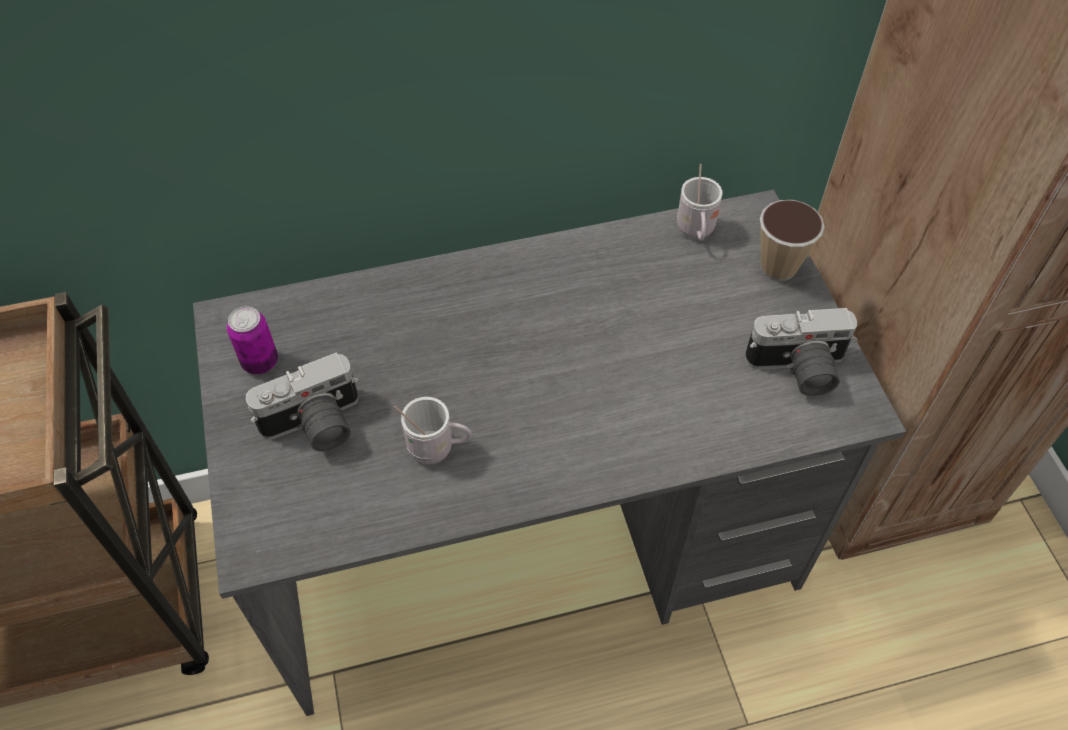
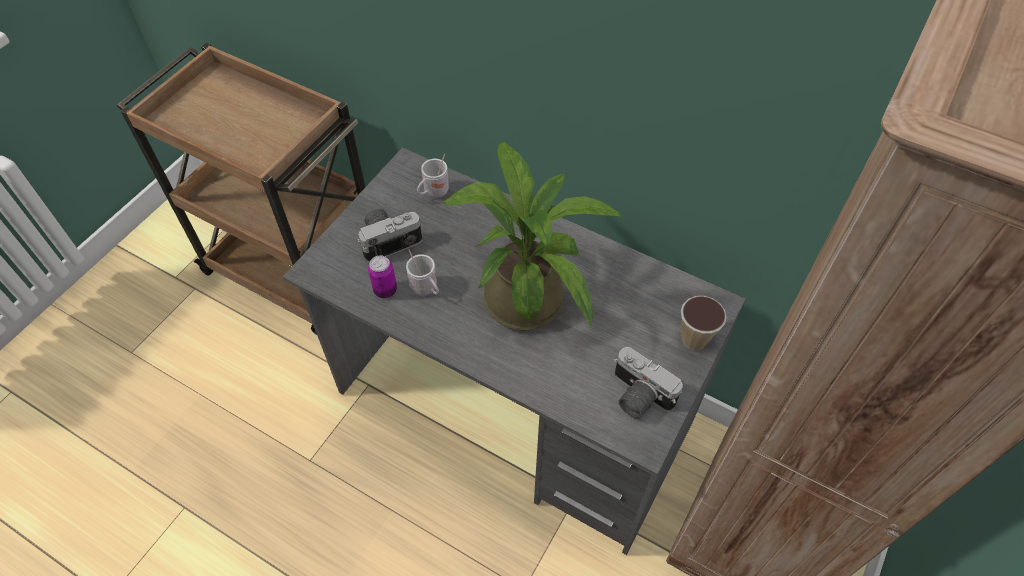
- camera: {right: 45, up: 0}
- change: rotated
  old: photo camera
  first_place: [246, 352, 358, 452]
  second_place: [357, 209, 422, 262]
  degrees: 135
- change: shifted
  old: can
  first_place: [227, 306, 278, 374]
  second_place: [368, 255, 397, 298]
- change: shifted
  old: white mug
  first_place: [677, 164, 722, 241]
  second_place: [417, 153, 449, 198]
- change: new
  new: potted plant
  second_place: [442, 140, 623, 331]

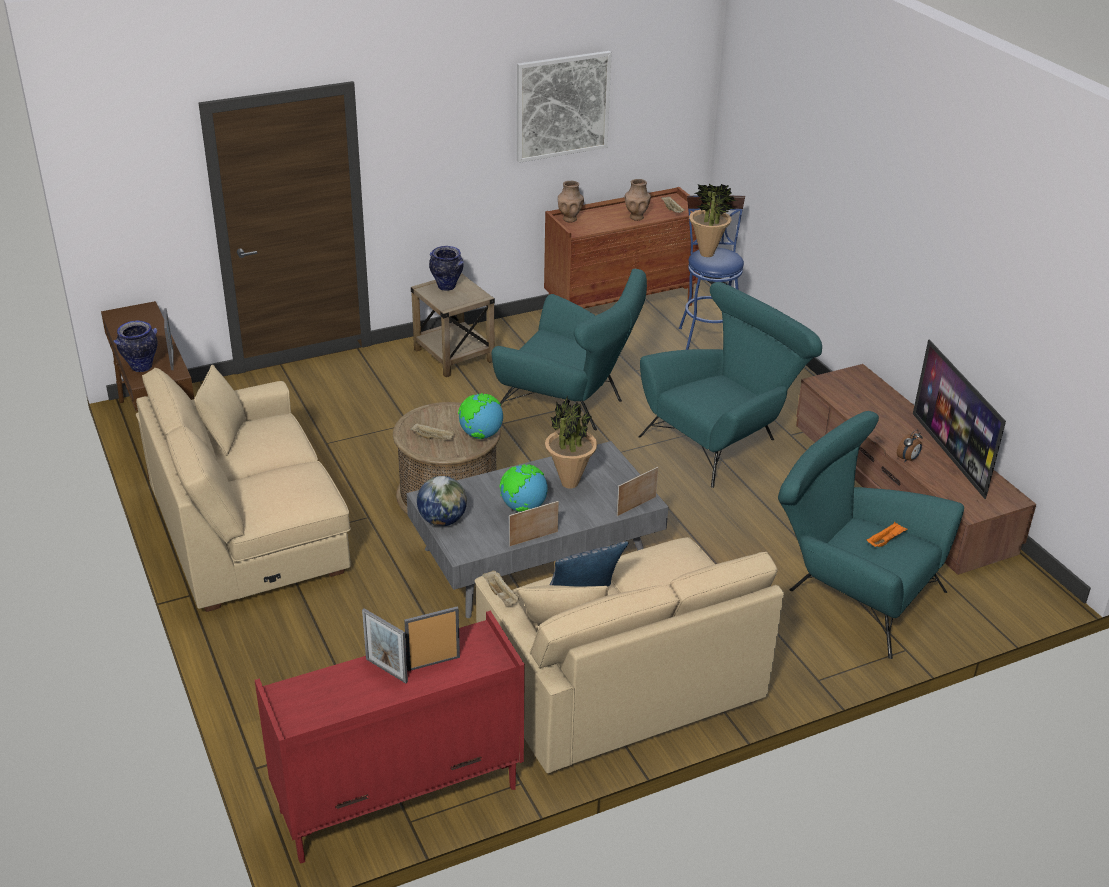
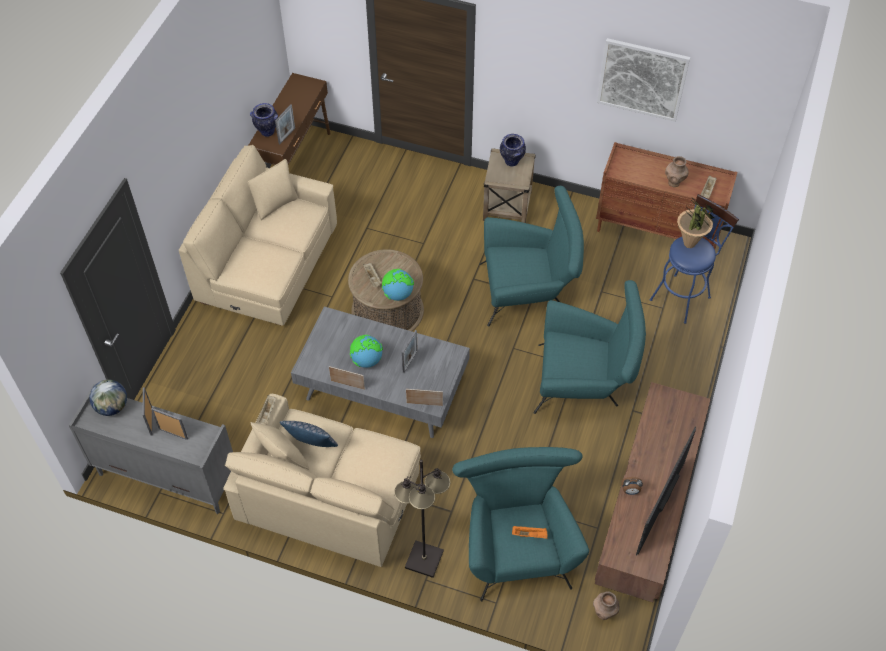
- camera: {right: 45, up: 20}
- change: repainted
  old: red cabinet
  new: grey cabinet
  first_place: [255, 611, 525, 864]
  second_place: [69, 384, 233, 515]
- change: shifted
  old: globe
  first_place: [417, 476, 467, 526]
  second_place: [89, 380, 127, 416]
- change: new
  new: black floor lamp
  second_place: [394, 460, 450, 578]
- change: swapped
  old: potted plant
  new: picture frame
  first_place: [545, 396, 597, 489]
  second_place: [402, 330, 418, 373]
- change: rotated
  old: turquoise armchair
  first_place: [492, 269, 647, 430]
  second_place: [479, 186, 584, 326]
  degrees: -75
- change: shifted
  old: brown vase
  first_place: [558, 181, 584, 222]
  second_place: [593, 591, 619, 620]

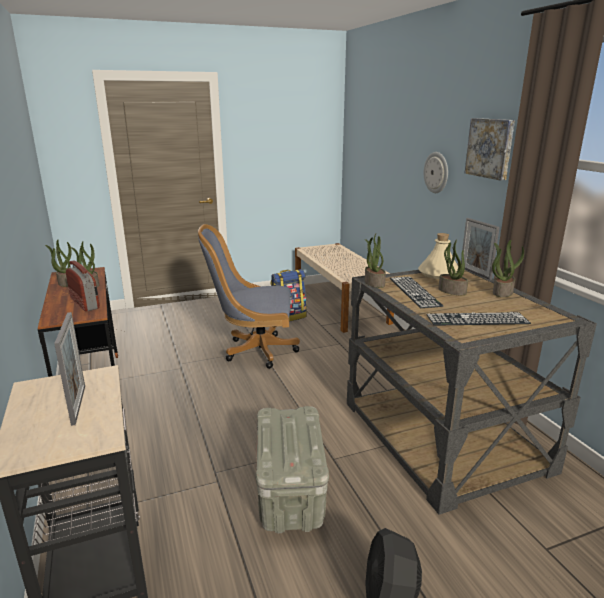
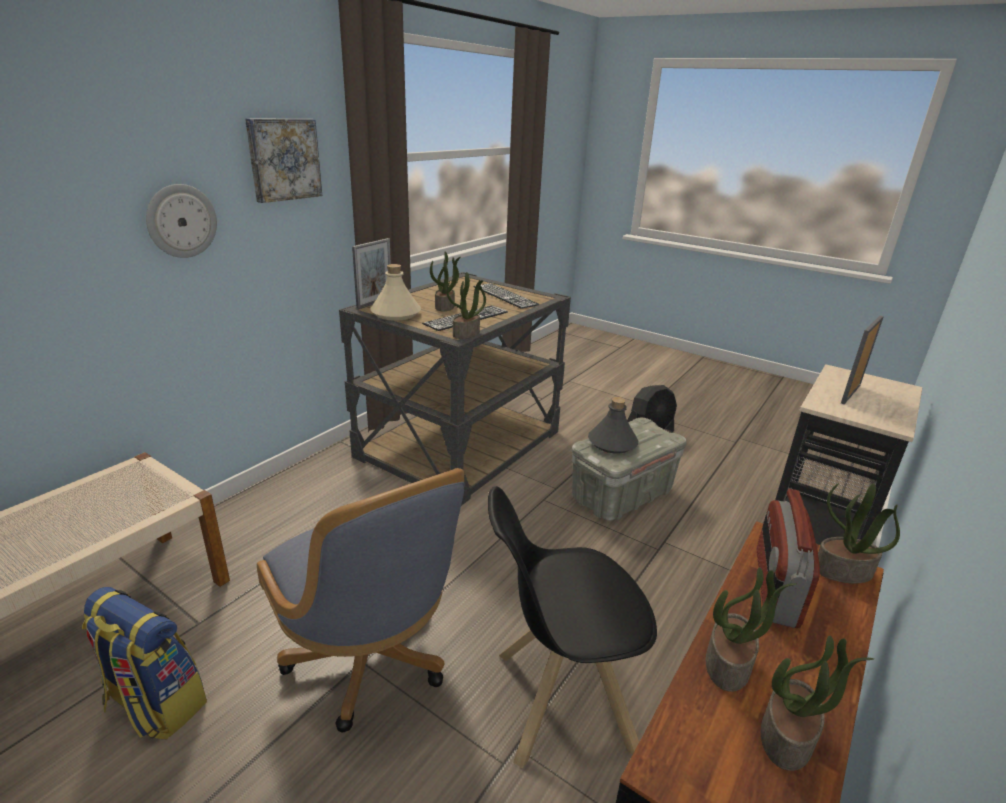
- camera: {right: -125, up: 5}
- change: new
  new: black chair
  second_place: [488, 486, 657, 769]
- change: new
  new: grey bottle
  second_place: [588, 397, 638, 454]
- change: shifted
  old: potted plant
  first_place: [492, 240, 524, 297]
  second_place: [818, 483, 900, 583]

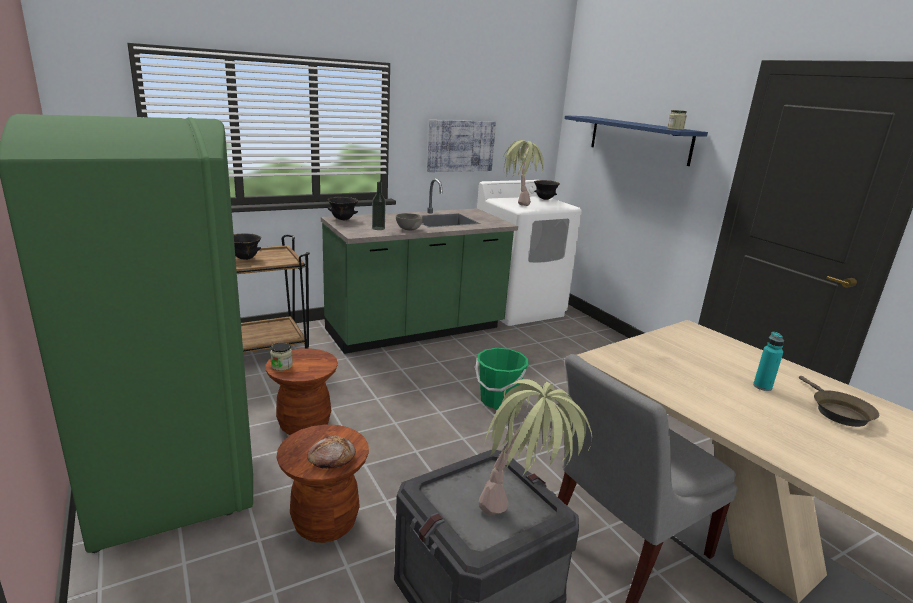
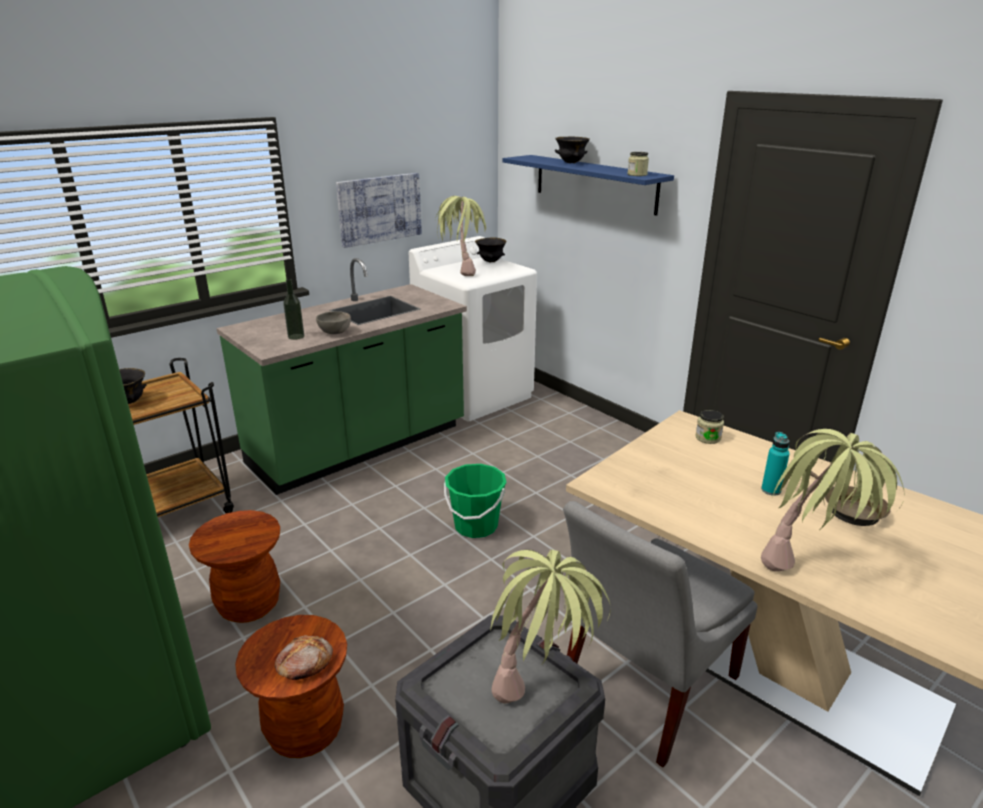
- camera: {right: -10, up: 5}
- change: shifted
  old: black bowl
  first_place: [328, 197, 358, 220]
  second_place: [555, 137, 590, 163]
- change: shifted
  old: jar
  first_place: [270, 342, 293, 371]
  second_place: [695, 410, 724, 444]
- change: new
  new: potted plant
  second_place: [761, 429, 904, 571]

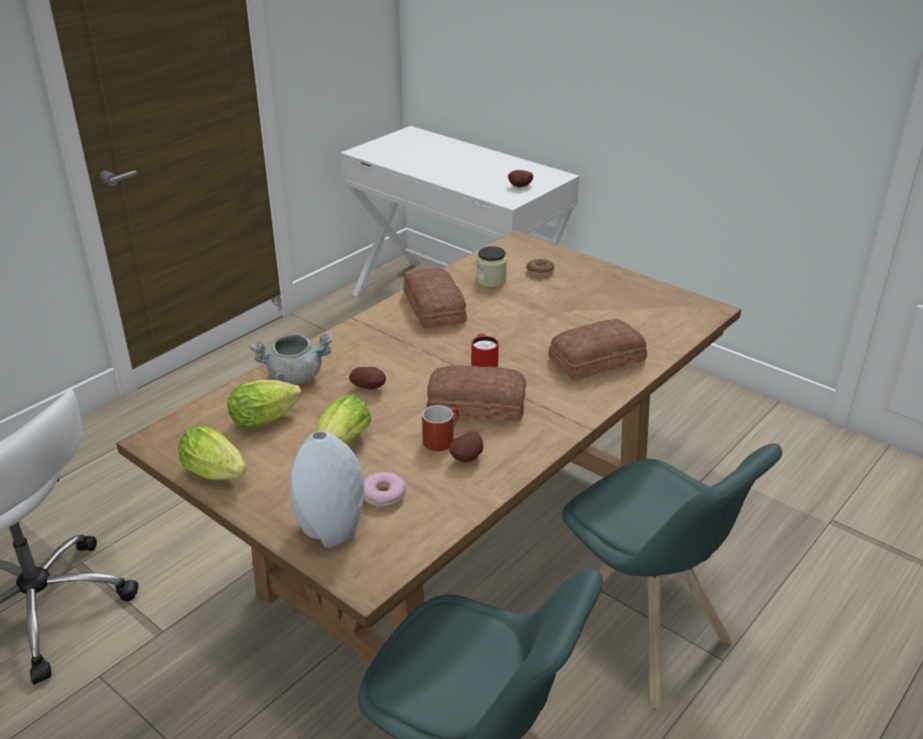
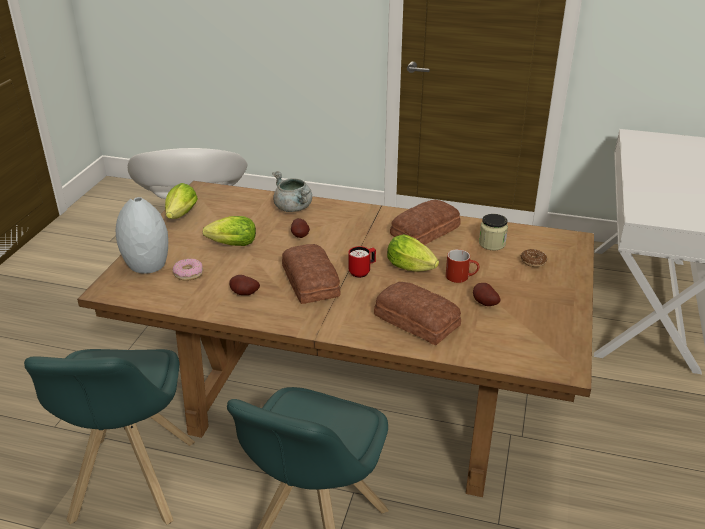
- camera: {right: 65, up: 0}
- change: shifted
  old: lettuce
  first_place: [228, 380, 302, 428]
  second_place: [387, 234, 439, 272]
- change: shifted
  old: red mug
  first_place: [422, 405, 459, 451]
  second_place: [446, 249, 480, 283]
- change: shifted
  old: potato
  first_place: [508, 170, 533, 187]
  second_place: [473, 283, 500, 306]

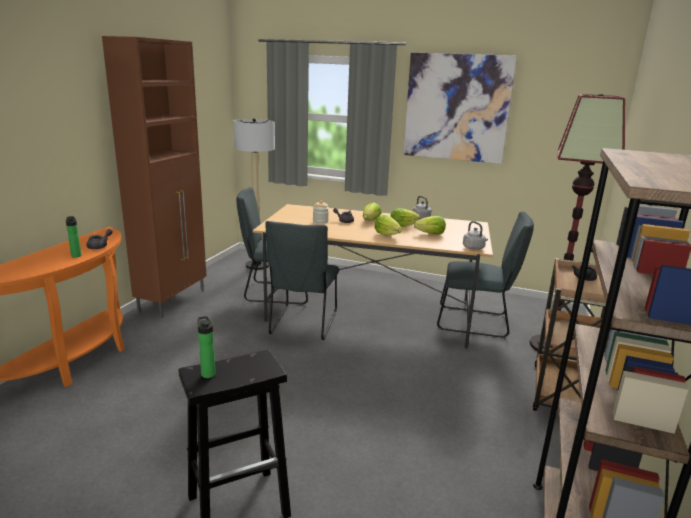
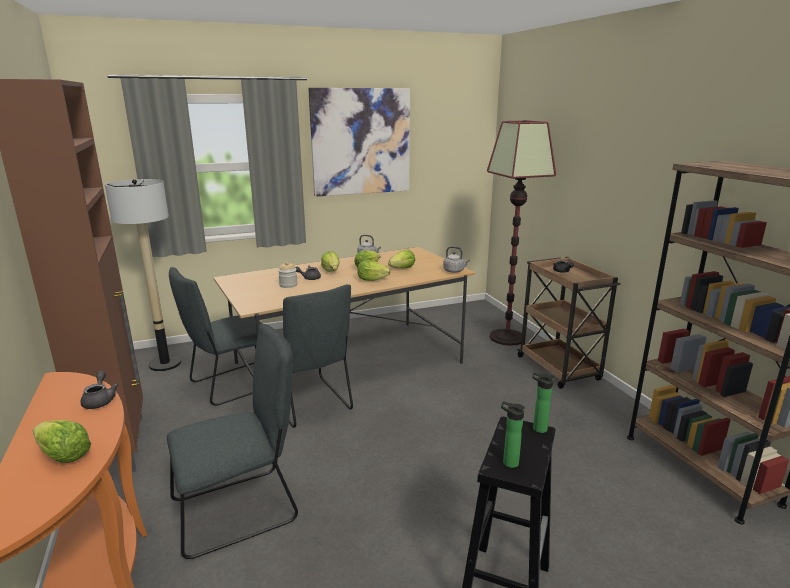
- camera: {right: -40, up: 0}
- change: new
  new: lettuce
  second_place: [33, 420, 91, 463]
- change: shifted
  old: grey chair
  first_place: [437, 212, 534, 337]
  second_place: [167, 324, 298, 559]
- change: shifted
  old: bottle
  first_place: [66, 216, 81, 257]
  second_place: [532, 373, 554, 433]

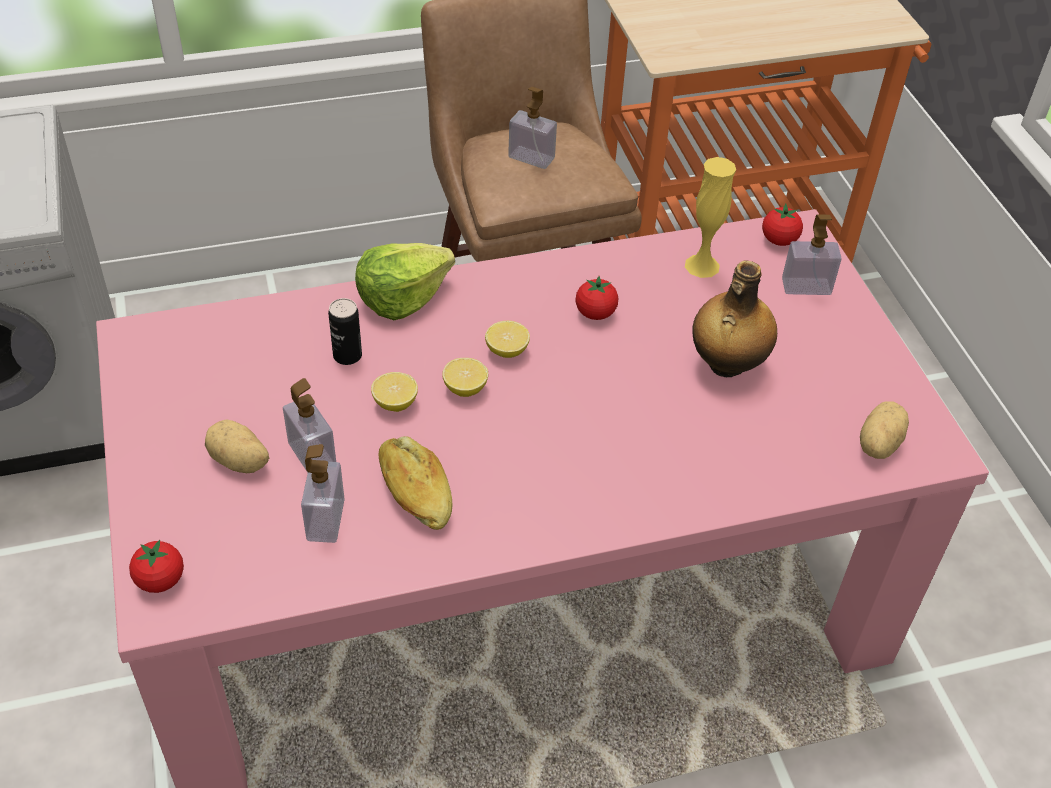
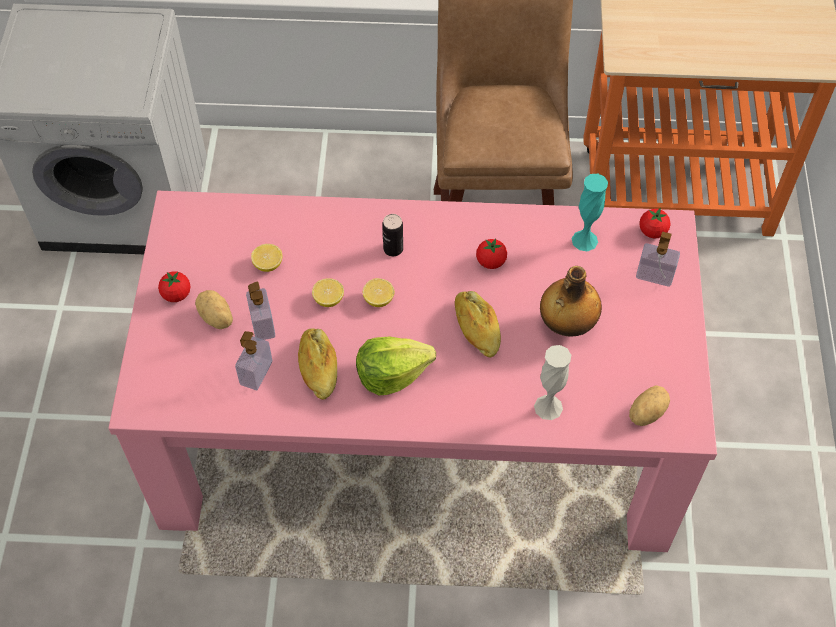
- camera: {right: 20, up: 10}
- change: shifted
  old: tomato
  first_place: [129, 540, 184, 593]
  second_place: [158, 271, 191, 302]
- change: shifted
  old: lemon
  first_place: [485, 321, 530, 358]
  second_place: [251, 244, 282, 272]
- change: shifted
  old: lettuce
  first_place: [355, 243, 455, 320]
  second_place: [356, 336, 436, 395]
- change: shifted
  old: can
  first_place: [328, 298, 362, 365]
  second_place: [382, 214, 403, 256]
- change: new
  new: bread
  second_place: [455, 291, 501, 358]
- change: new
  new: white vase
  second_place: [534, 345, 571, 420]
- change: repainted
  old: yellow vase
  new: turquoise vase
  first_place: [685, 157, 736, 278]
  second_place: [572, 174, 608, 251]
- change: gone
  old: soap dispenser
  first_place: [508, 87, 557, 169]

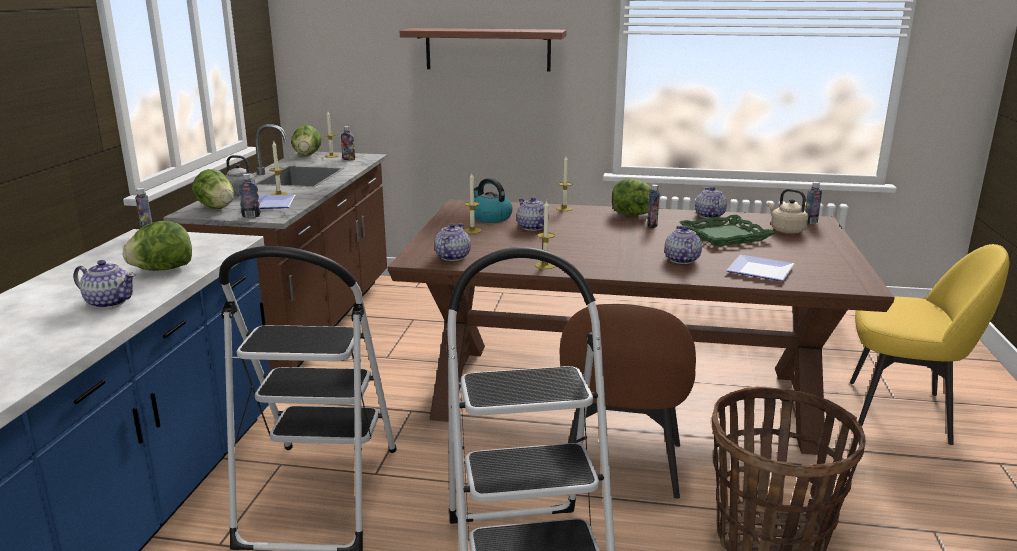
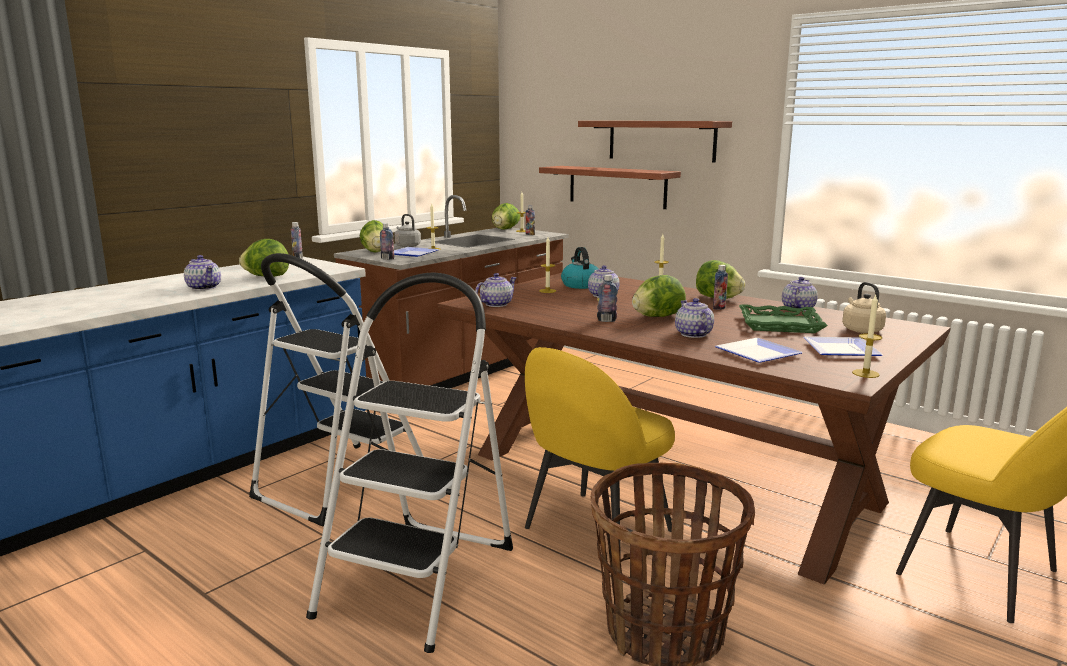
- camera: {right: 30, up: -5}
- change: repainted
  old: brown chair
  new: yellow chair
  first_place: [560, 304, 696, 499]
  second_place: [525, 347, 675, 560]
- change: new
  new: shelf
  second_place: [539, 166, 681, 209]
- change: shifted
  old: bottle
  first_place: [805, 182, 822, 224]
  second_place: [597, 274, 618, 322]
- change: new
  new: lettuce
  second_place: [632, 275, 686, 317]
- change: rotated
  old: teapot
  first_place: [665, 226, 702, 264]
  second_place: [675, 298, 714, 338]
  degrees: -45
- change: new
  new: plate
  second_place: [803, 337, 883, 356]
- change: shifted
  old: candle
  first_place: [535, 200, 556, 269]
  second_place: [852, 295, 882, 378]

